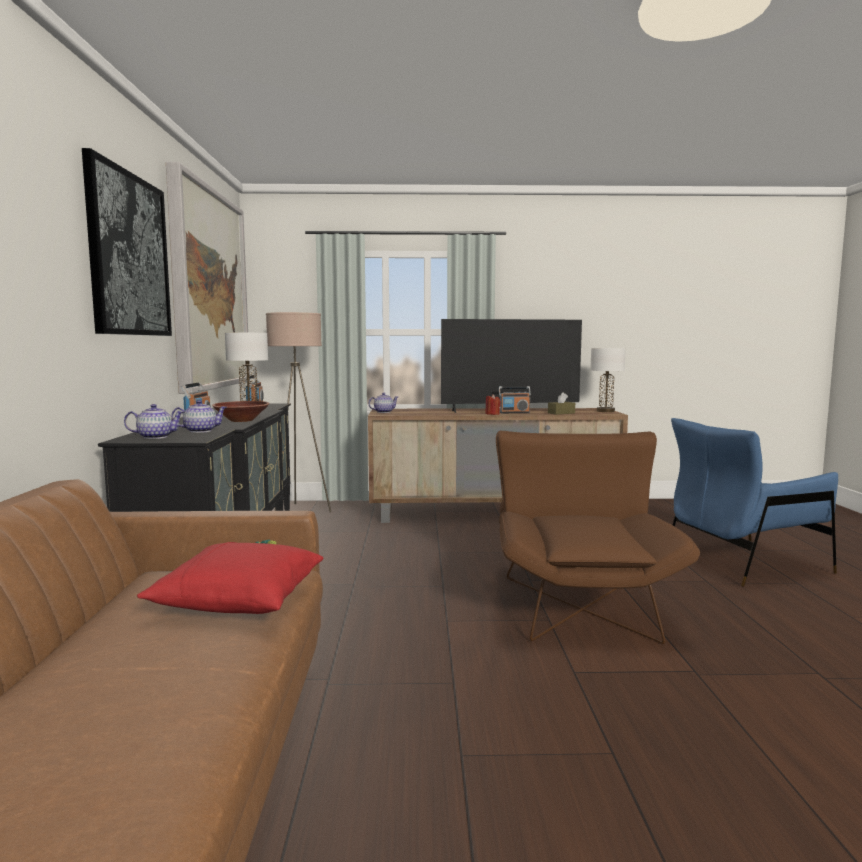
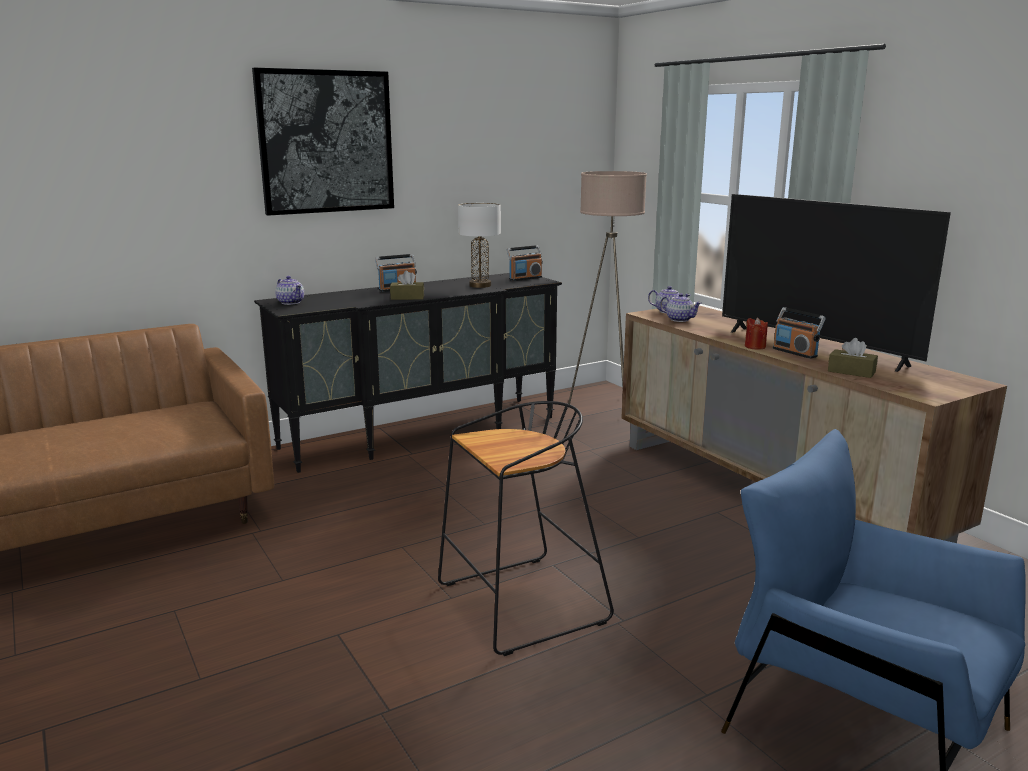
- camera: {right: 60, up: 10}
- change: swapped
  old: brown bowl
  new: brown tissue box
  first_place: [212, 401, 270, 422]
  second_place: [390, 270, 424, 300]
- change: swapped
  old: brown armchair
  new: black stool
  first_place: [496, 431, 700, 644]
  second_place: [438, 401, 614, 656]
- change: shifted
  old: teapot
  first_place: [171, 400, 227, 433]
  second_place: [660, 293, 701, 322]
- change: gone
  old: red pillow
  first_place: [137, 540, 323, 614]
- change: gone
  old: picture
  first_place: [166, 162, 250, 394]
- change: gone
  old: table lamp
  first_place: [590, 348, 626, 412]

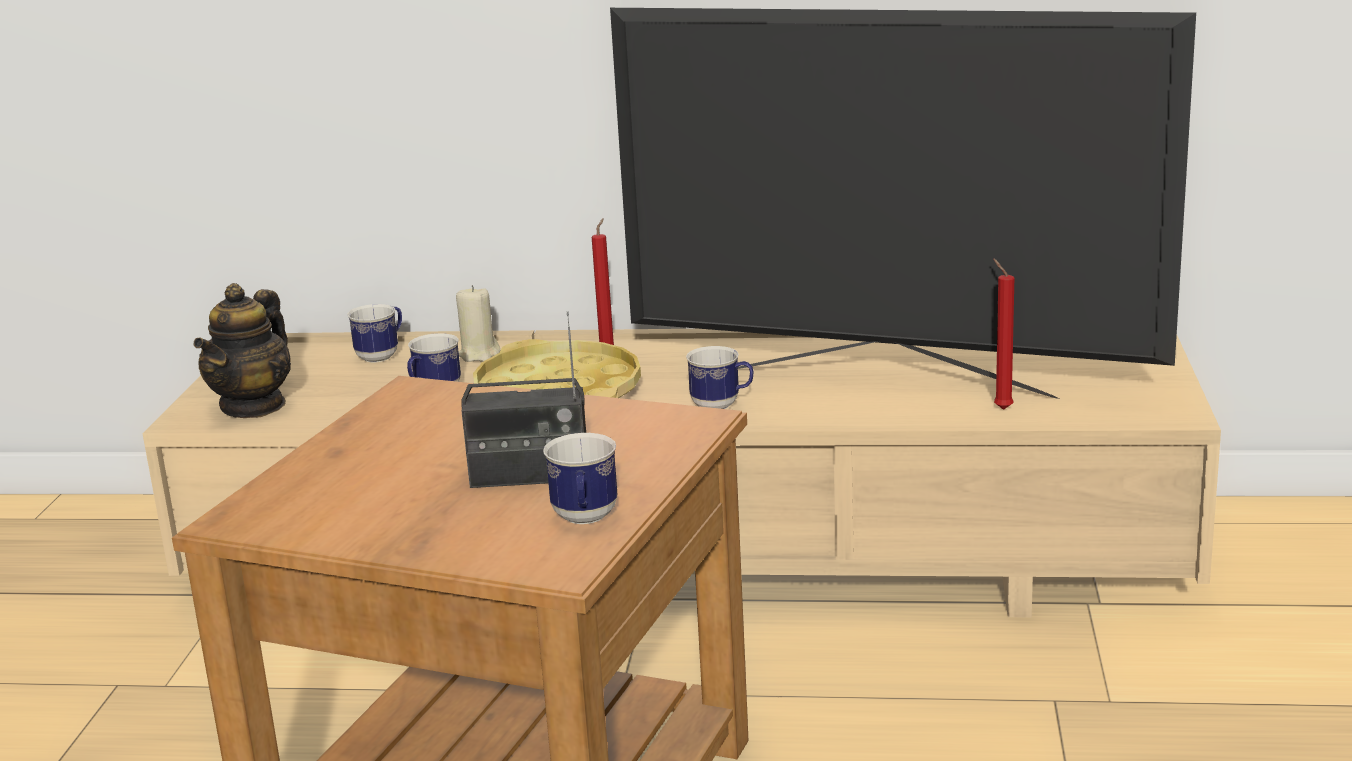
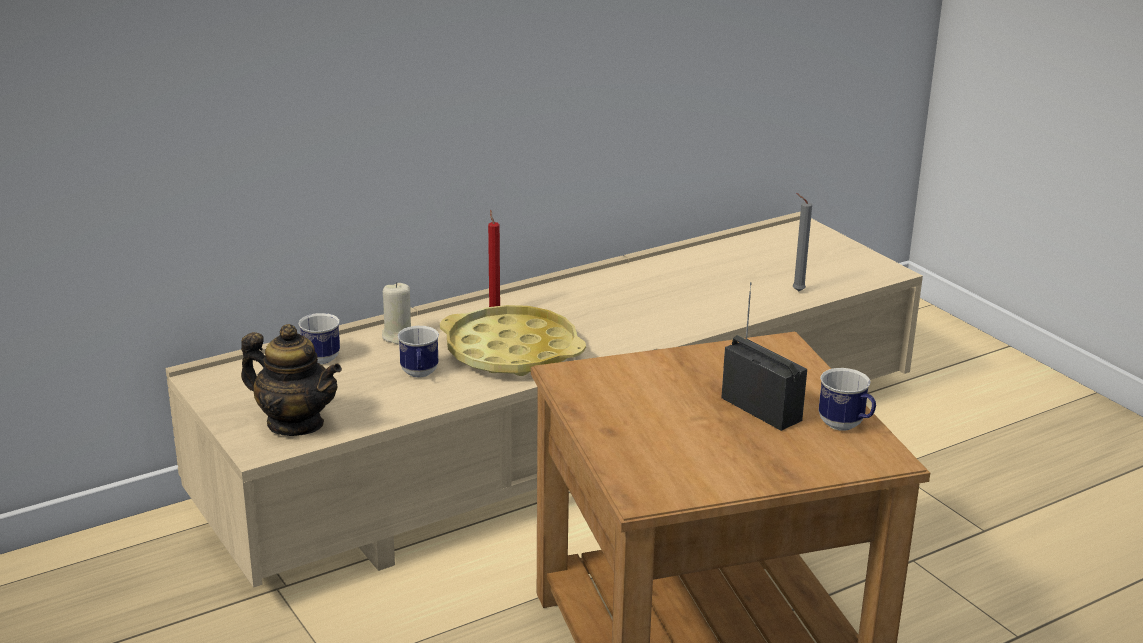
- camera: {right: -40, up: 5}
- change: rotated
  old: teapot
  first_place: [193, 283, 291, 418]
  second_place: [241, 324, 342, 436]
  degrees: -45
- change: rotated
  old: radio
  first_place: [461, 311, 586, 488]
  second_place: [721, 282, 807, 431]
  degrees: -90
- change: repainted
  old: red candle
  new: grey candle
  first_place: [993, 259, 1014, 410]
  second_place: [793, 193, 812, 292]
- change: gone
  old: television
  first_place: [610, 8, 1196, 399]
- change: gone
  old: mug
  first_place: [686, 346, 754, 409]

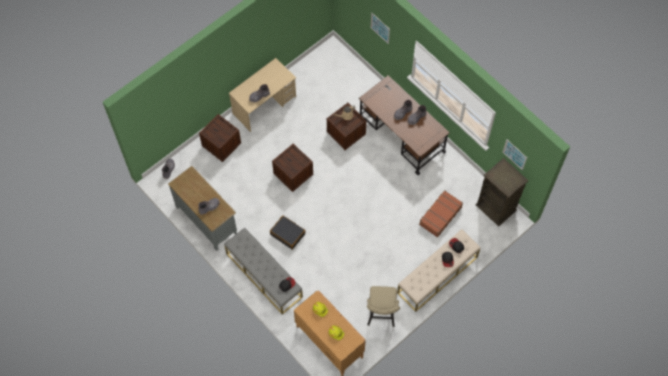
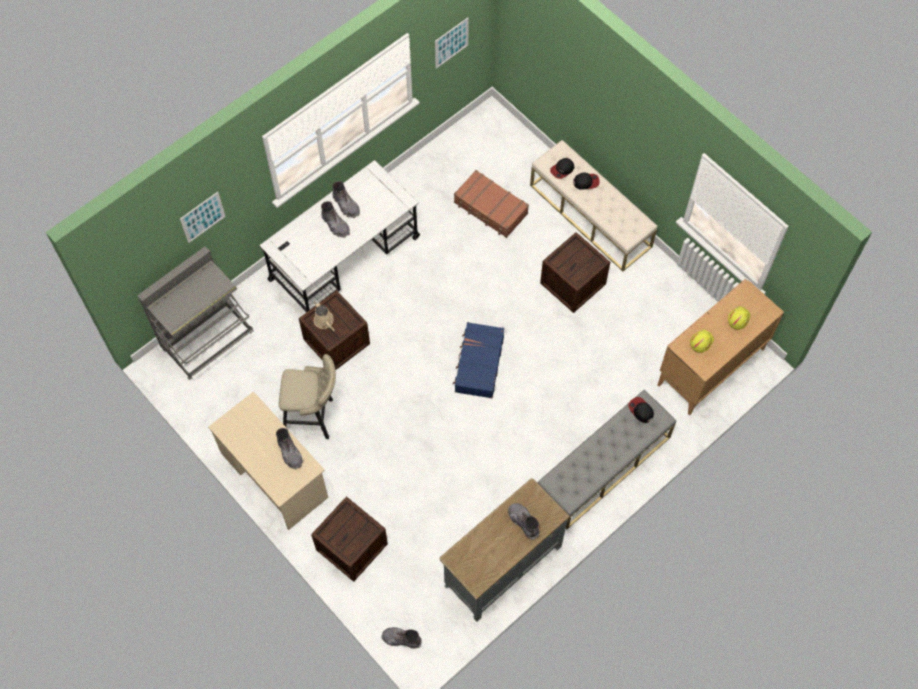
- camera: {right: -90, up: 0}
- change: new
  new: grey shoe rack
  second_place: [138, 246, 254, 380]
- change: repainted
  old: brown desk
  new: white desk
  first_place: [359, 75, 450, 175]
  second_place: [259, 160, 420, 312]
- change: shifted
  old: beige stool
  first_place: [367, 286, 400, 327]
  second_place: [279, 354, 336, 439]
- change: new
  new: blue suitcase
  second_place: [453, 322, 504, 398]
- change: shifted
  old: crate
  first_place: [272, 144, 313, 192]
  second_place: [540, 232, 610, 313]
- change: gone
  old: black suitcase
  first_place: [270, 215, 305, 250]
- change: gone
  old: brown bookcase
  first_place: [476, 158, 528, 226]

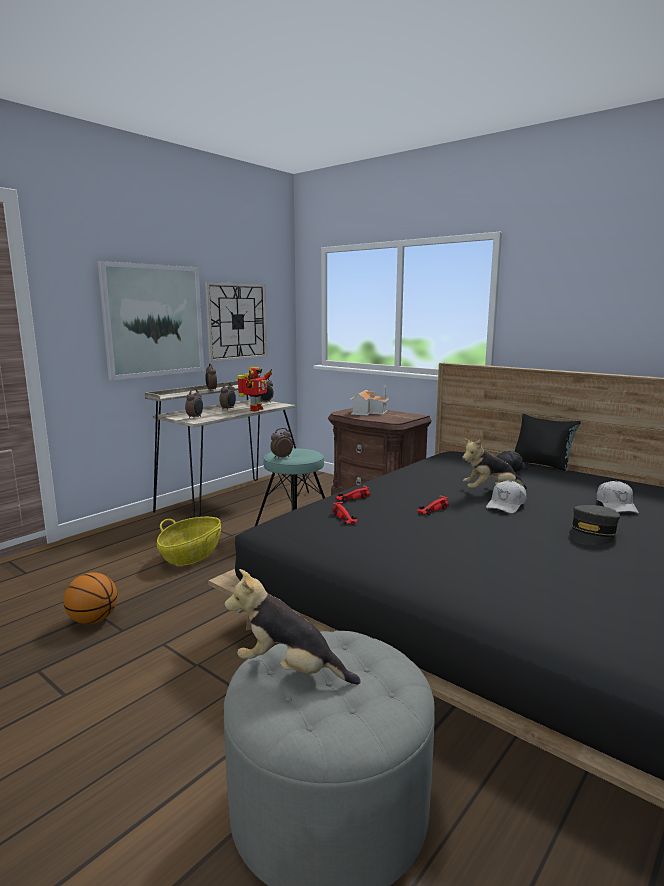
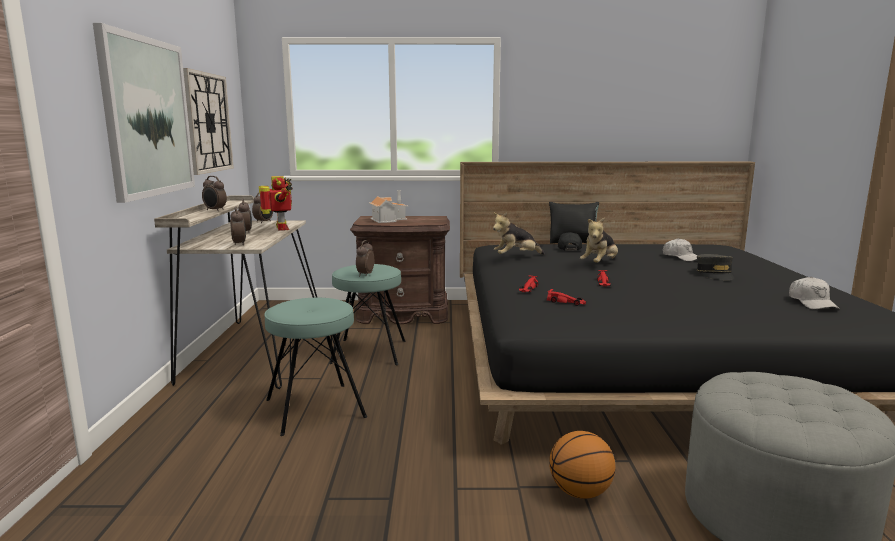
- camera: {right: -40, up: 0}
- change: swapped
  old: basket
  new: turquoise stool
  first_place: [157, 517, 221, 566]
  second_place: [264, 298, 367, 436]
- change: shifted
  old: plush toy
  first_place: [225, 569, 361, 685]
  second_place: [493, 212, 545, 255]
- change: shifted
  old: basketball
  first_place: [63, 573, 118, 624]
  second_place: [549, 431, 615, 499]
- change: shifted
  old: white cap
  first_place: [486, 480, 527, 514]
  second_place: [789, 277, 840, 309]

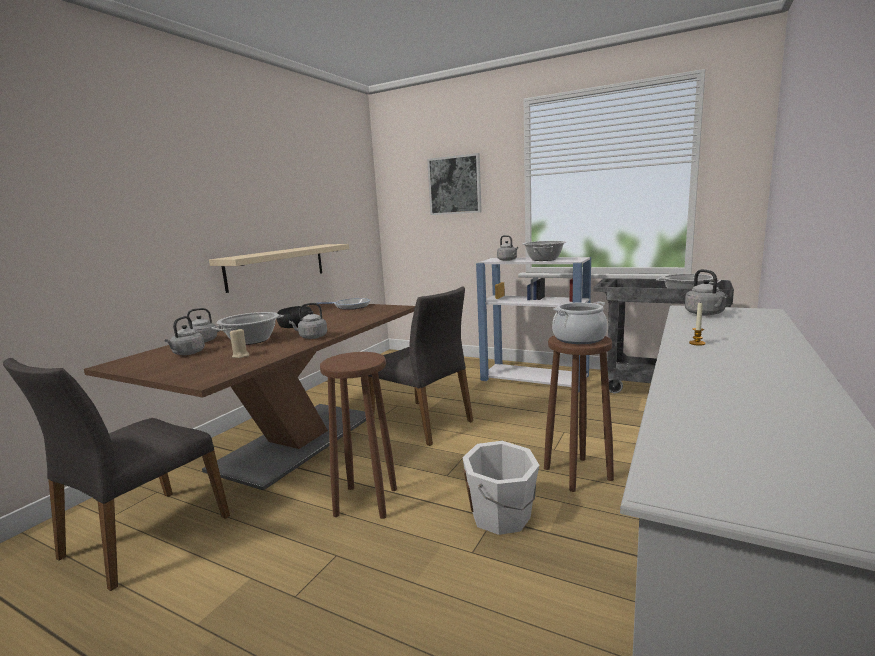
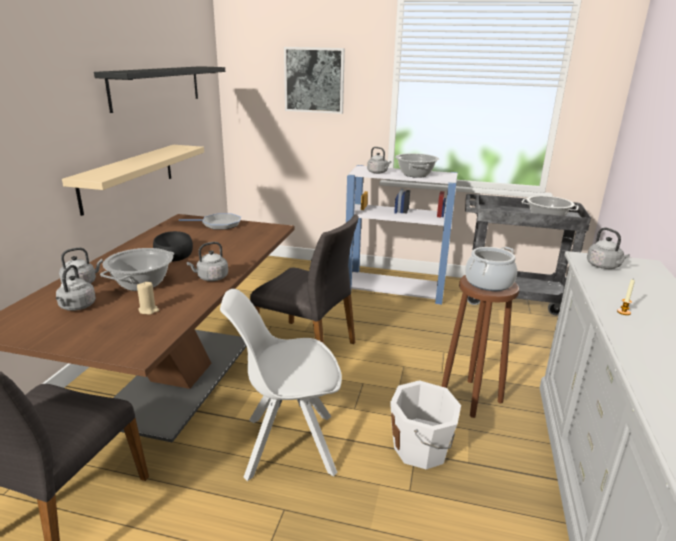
- camera: {right: -15, up: 10}
- change: new
  new: black shelf
  second_place: [94, 66, 225, 113]
- change: swapped
  old: brown stool
  new: white chair
  first_place: [320, 352, 397, 519]
  second_place: [220, 289, 342, 481]

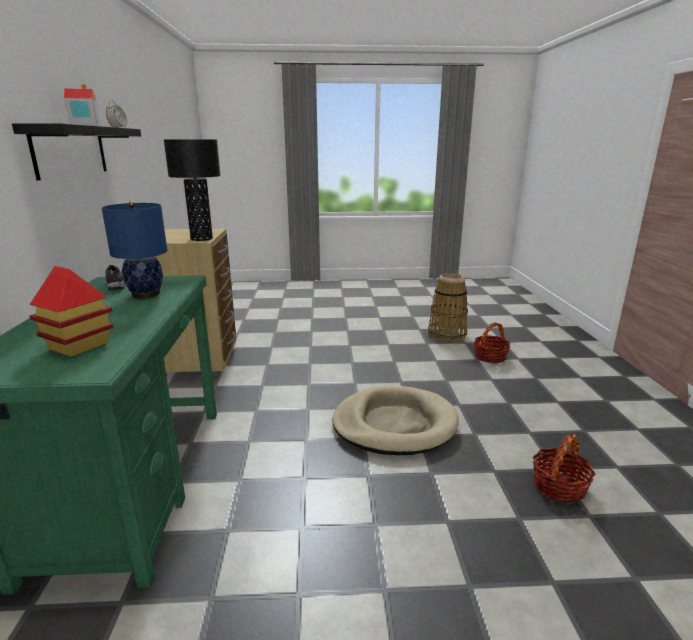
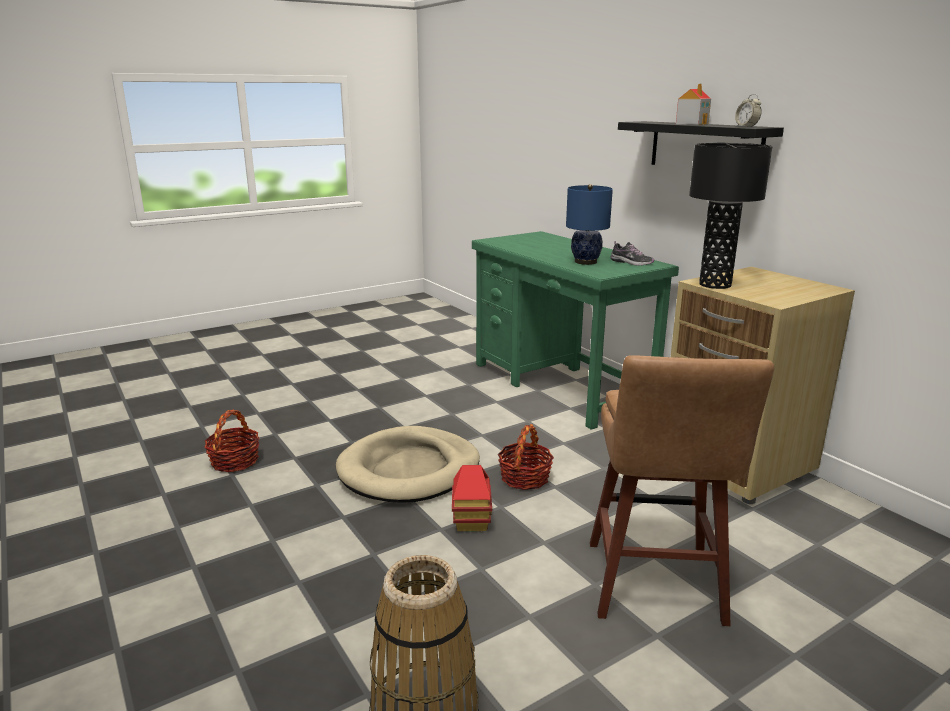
- camera: {right: 150, up: 0}
- change: shifted
  old: toy house
  first_place: [29, 266, 113, 357]
  second_place: [452, 465, 492, 531]
- change: shifted
  old: basket
  first_place: [474, 322, 511, 363]
  second_place: [498, 424, 554, 490]
- change: new
  new: brown stool
  second_place: [590, 355, 774, 626]

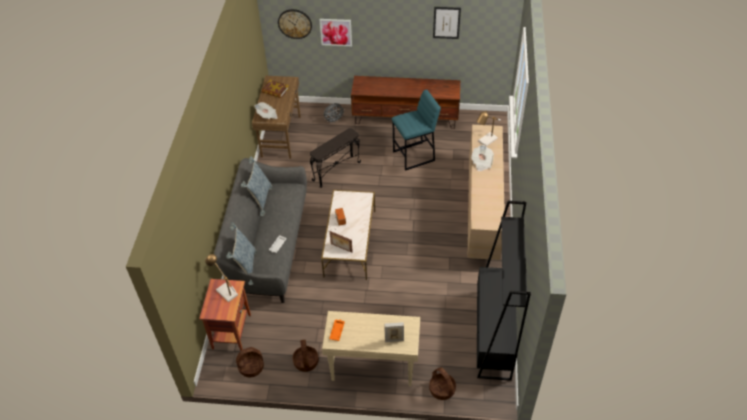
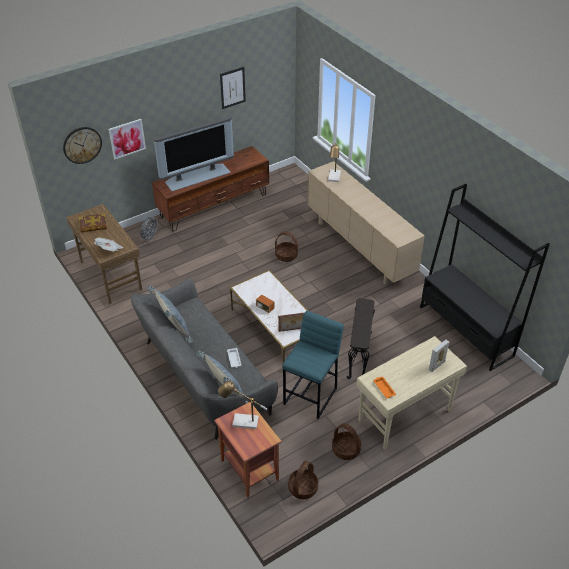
- camera: {right: -40, up: -5}
- change: new
  new: television
  second_place: [154, 116, 234, 191]
- change: shifted
  old: basket
  first_place: [429, 368, 456, 400]
  second_place: [275, 232, 298, 262]
- change: shifted
  old: turquoise stool
  first_place: [392, 90, 441, 171]
  second_place: [282, 311, 344, 419]
- change: shifted
  old: black side table
  first_place: [310, 128, 361, 188]
  second_place: [347, 298, 375, 379]
- change: gone
  old: newspaper
  first_place: [471, 145, 494, 171]

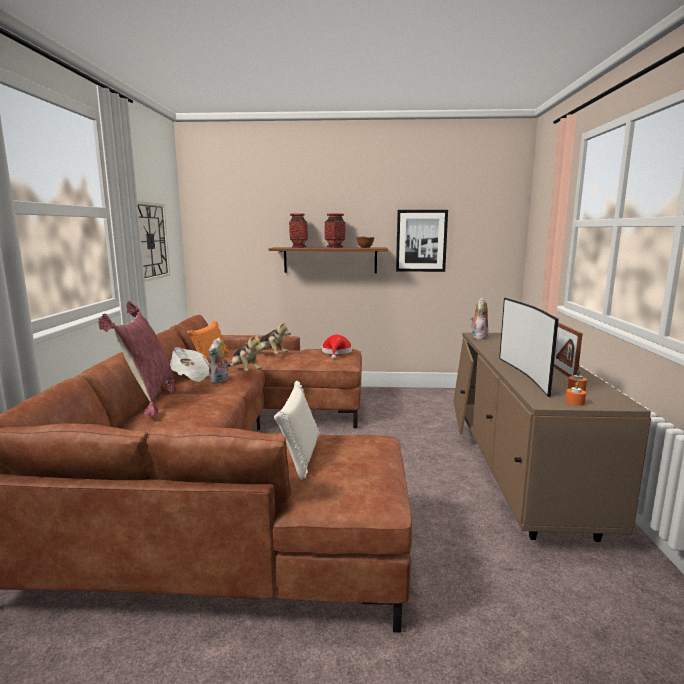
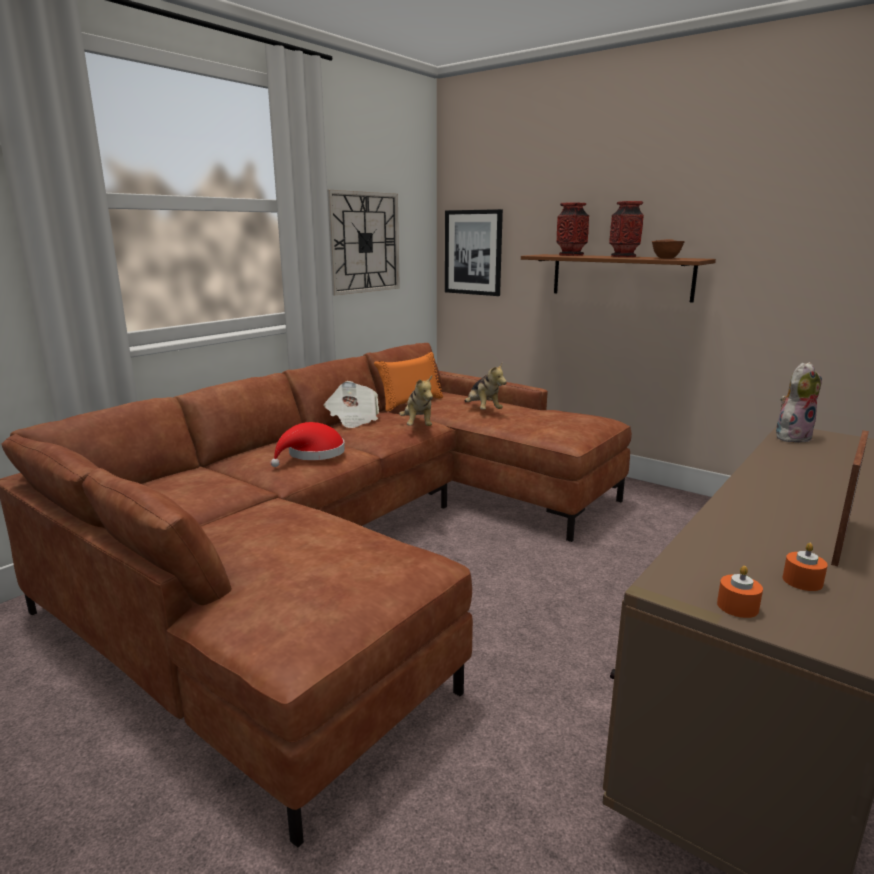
- camera: {right: 35, up: 5}
- change: shifted
  old: red hat
  first_place: [322, 335, 352, 359]
  second_place: [271, 422, 345, 467]
- change: shifted
  old: picture
  first_place: [396, 210, 448, 272]
  second_place: [445, 209, 503, 296]
- change: gone
  old: red pillow
  first_place: [98, 301, 177, 417]
- change: gone
  old: plush toy
  first_place: [208, 337, 228, 384]
- change: gone
  old: white pillow
  first_place: [274, 381, 320, 480]
- change: gone
  old: television
  first_place: [499, 298, 559, 397]

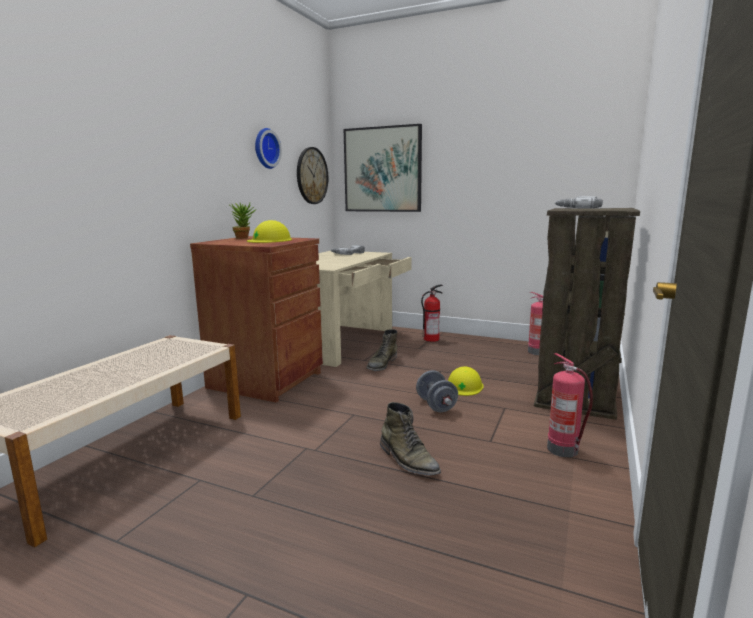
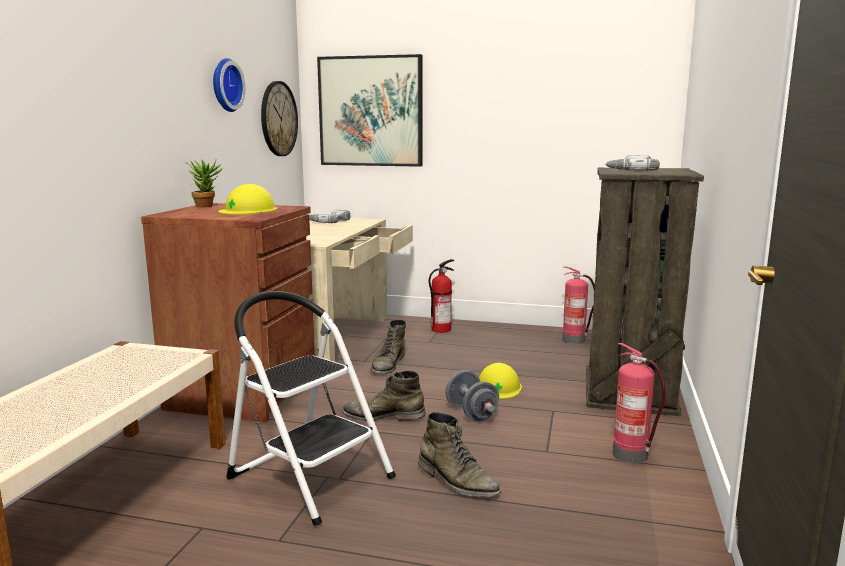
- camera: {right: -10, up: 0}
- change: new
  new: step ladder
  second_place: [227, 291, 396, 526]
- change: new
  new: green boot
  second_place: [342, 371, 425, 421]

